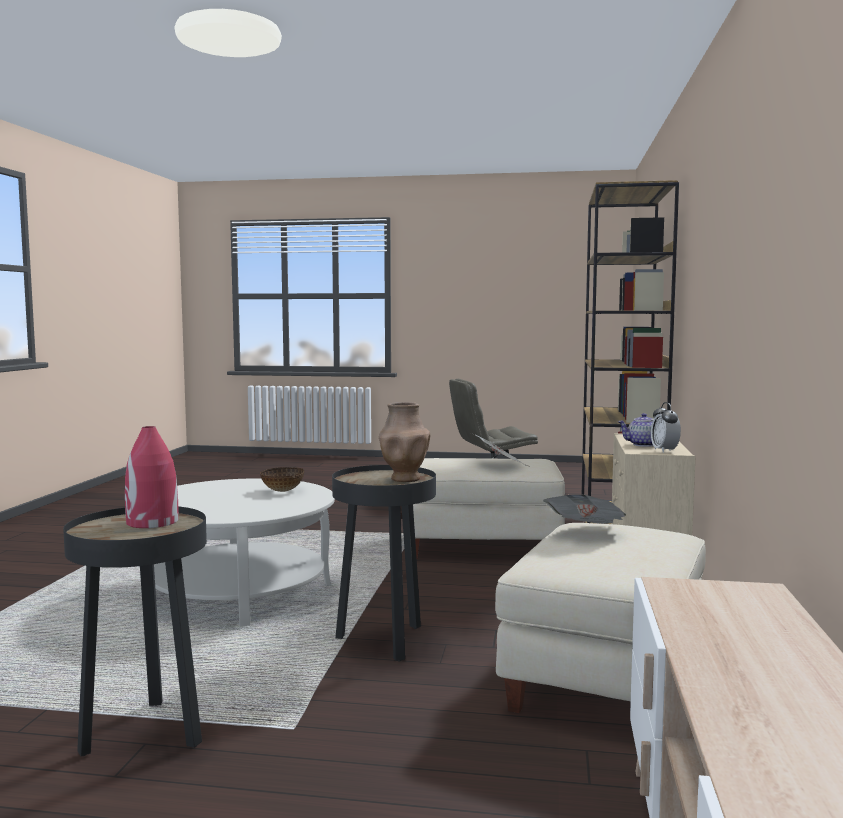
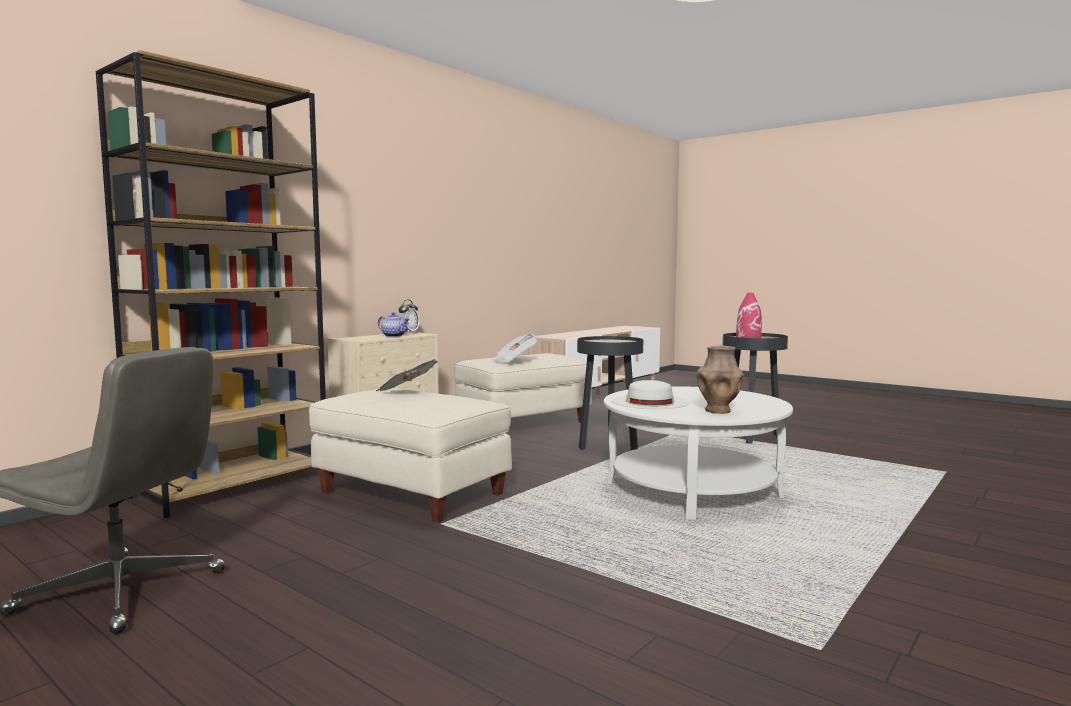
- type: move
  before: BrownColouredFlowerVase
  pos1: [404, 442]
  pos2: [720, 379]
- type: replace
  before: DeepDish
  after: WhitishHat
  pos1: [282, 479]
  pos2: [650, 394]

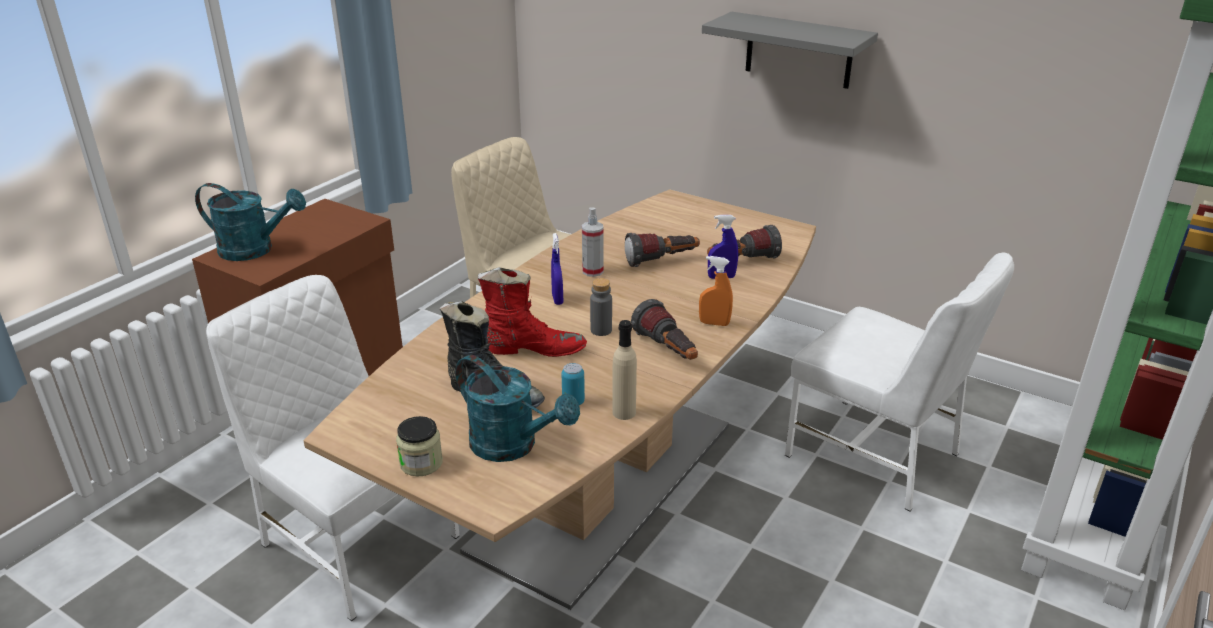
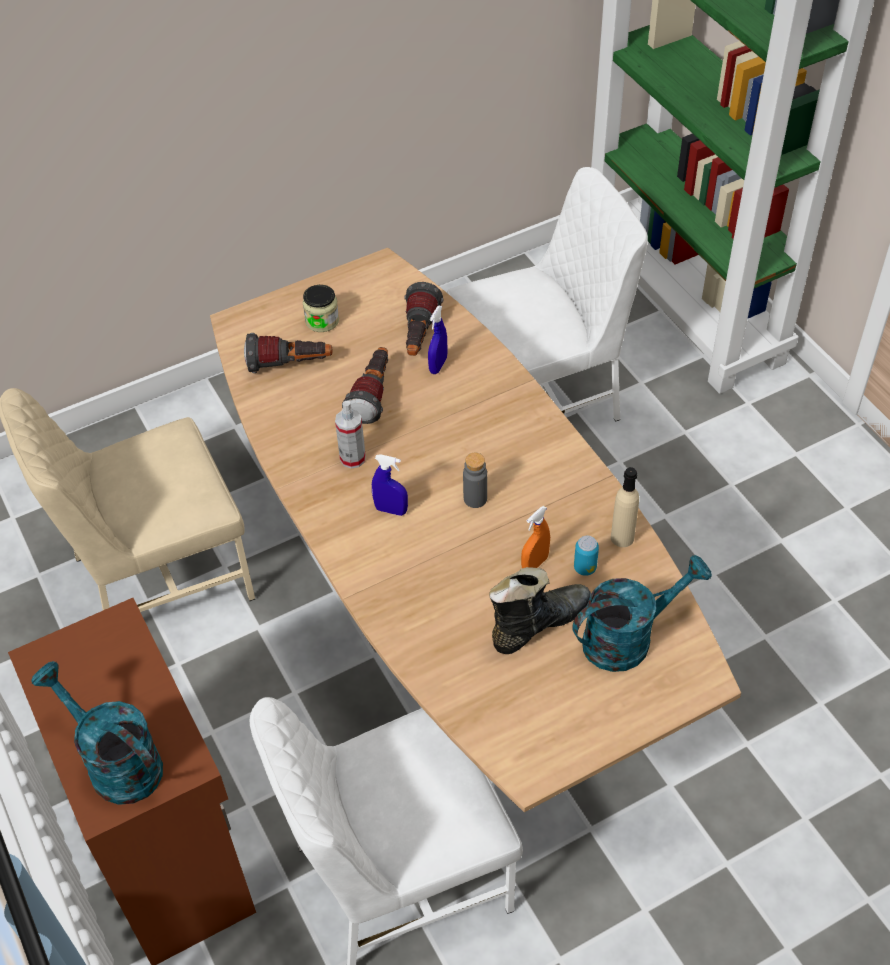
- type: delete
  before: ReddishBoot
  pos1: [532, 312]
- type: delete
  before: GreyBracketShelf
  pos1: [790, 50]
- type: move
  before: Jar
  pos1: [419, 446]
  pos2: [321, 308]
- type: move
  before: Torch
  pos1: [664, 329]
  pos2: [288, 353]
- type: move
  before: OrangeSprayBottle
  pos1: [716, 291]
  pos2: [535, 537]
- type: rotate
  before: BlueGreenSprinklingCan
  pos1: [250, 222]
  pos2: [97, 733]
  turn: -90

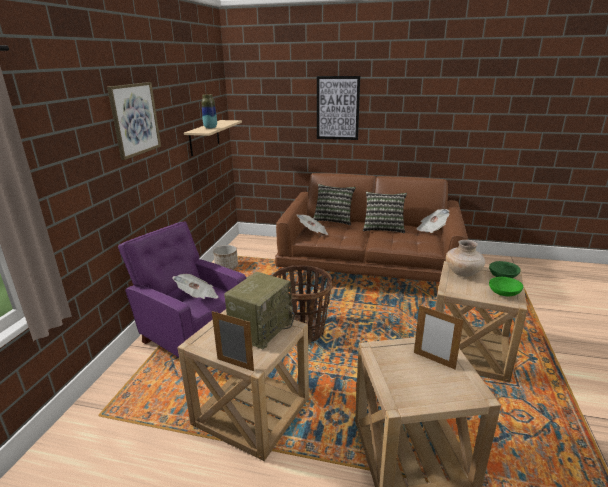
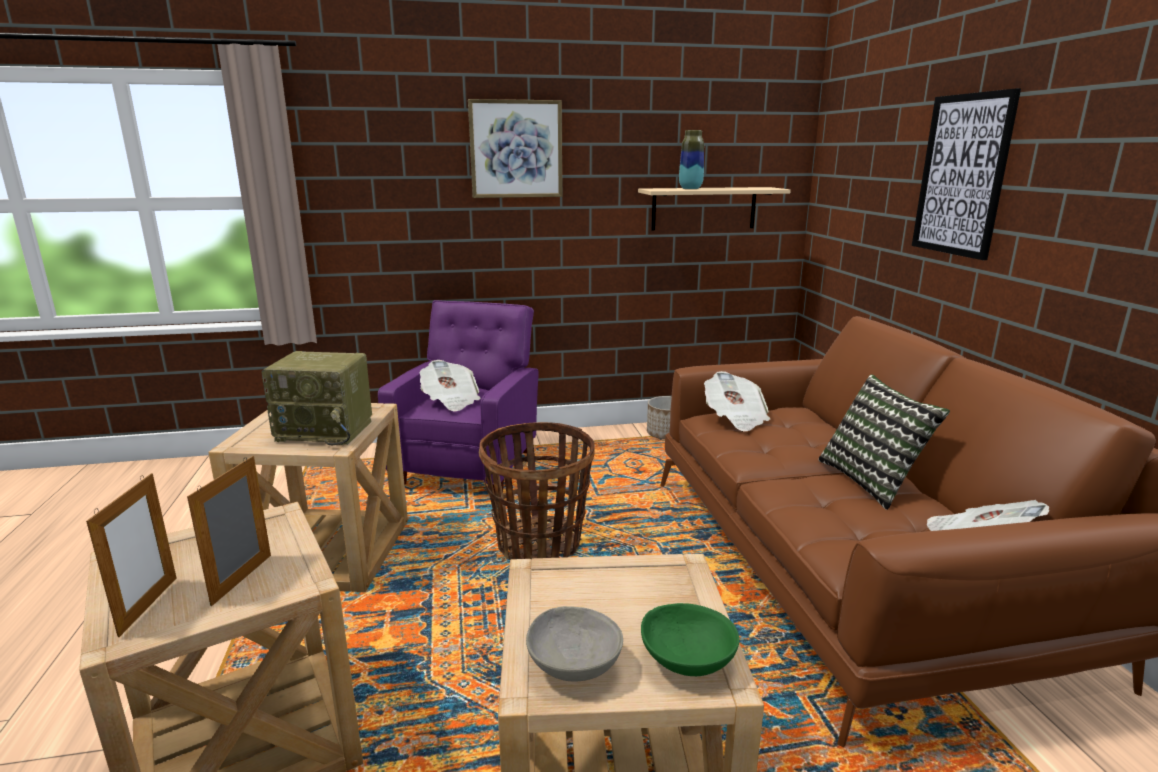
- type: delete
  before: Pillow
  pos1: [334, 204]
- type: delete
  before: BeigeColouredFlowerVase
  pos1: [465, 258]
- type: move
  before: PhotoFrame
  pos1: [233, 341]
  pos2: [131, 555]
- type: recolor
  before: GreenColouredDeepDish
  after: GreyDeepDish
  pos1: [506, 286]
  pos2: [574, 644]

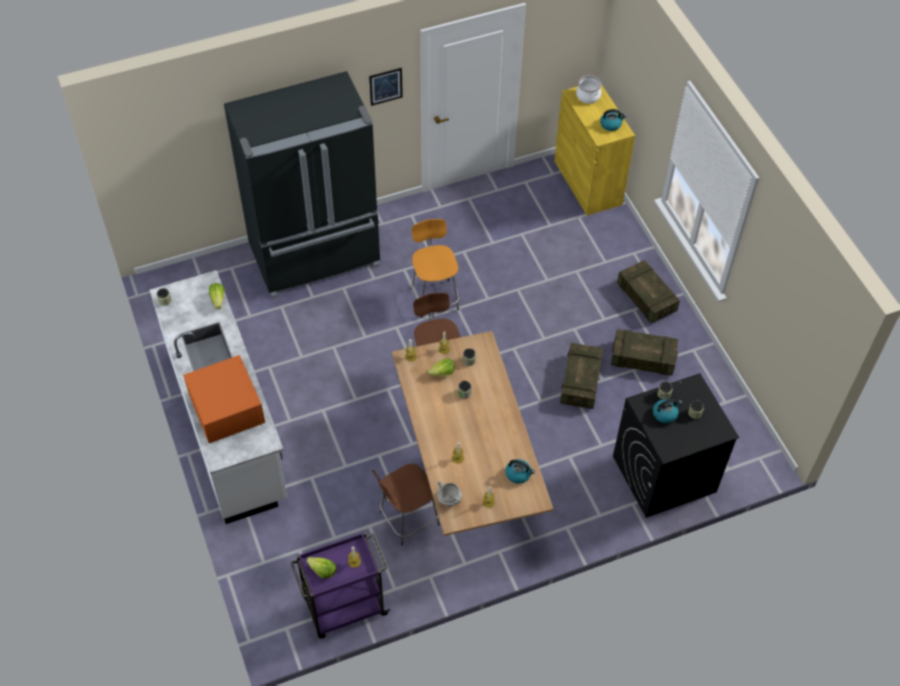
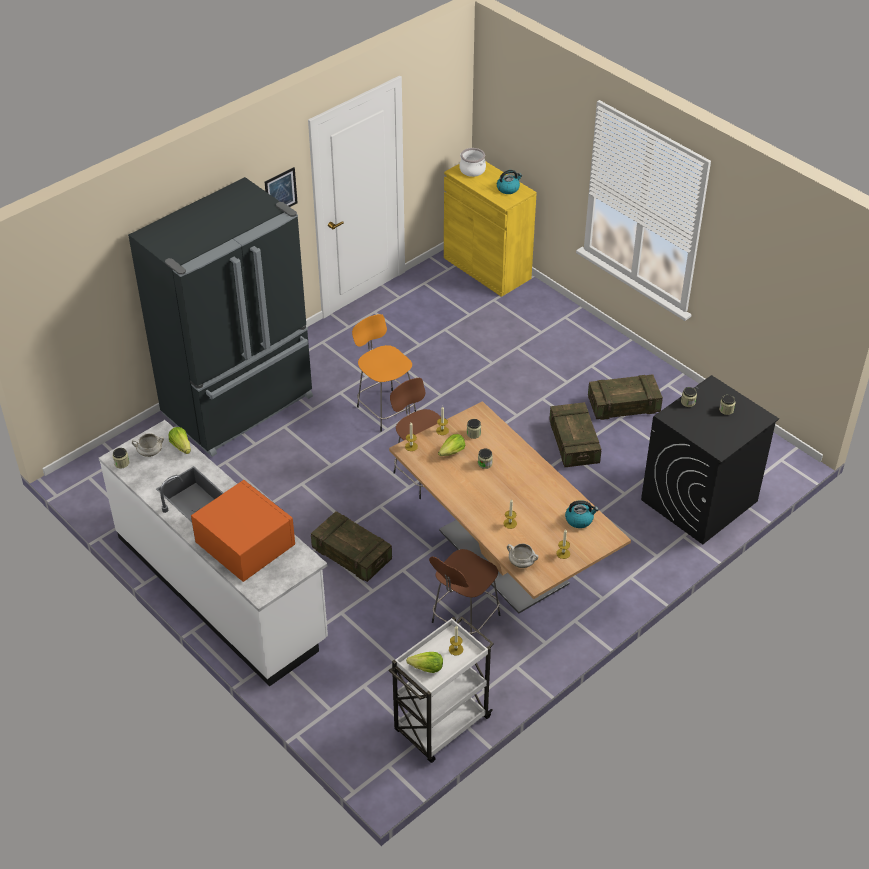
- type: delete
  before: TeaKettle
  pos1: [667, 411]
- type: insert
  after: WhitishCookingPot
  pos2: [148, 445]
- type: move
  before: ShippingCrate
  pos1: [648, 292]
  pos2: [351, 546]
- type: recolor
  before: PurplishTrolley
  after: WhitishTrolley
  pos1: [340, 585]
  pos2: [441, 689]

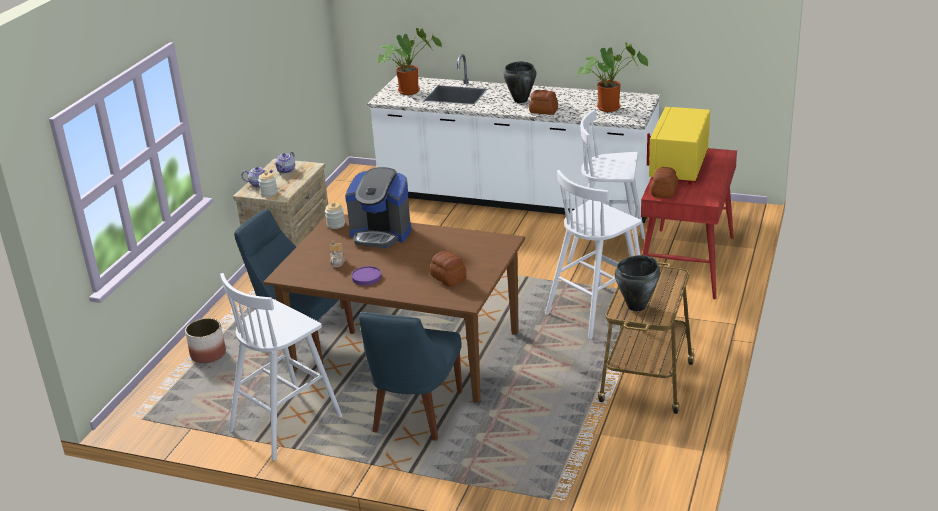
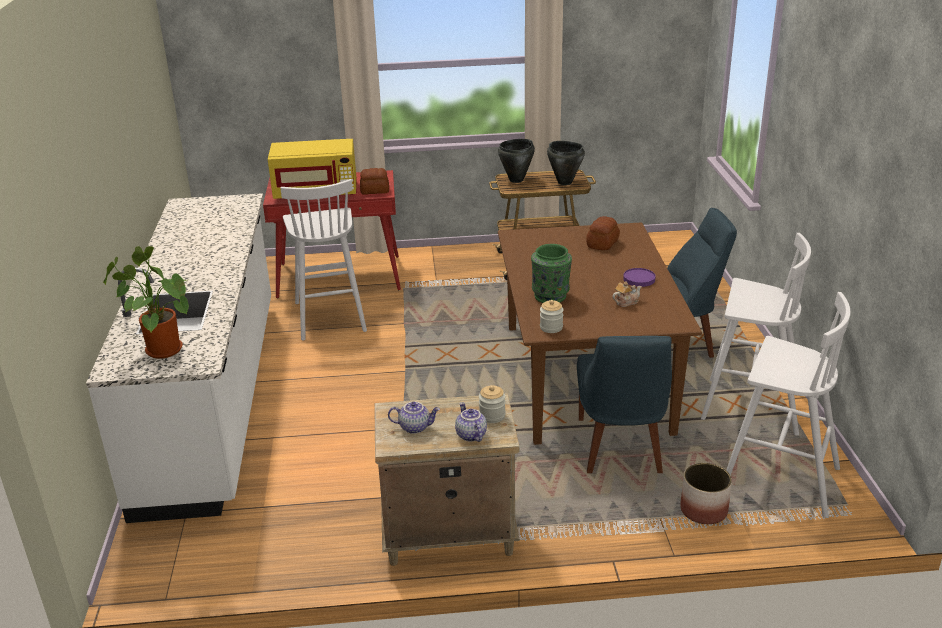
- type: delete
  before: Bread
  pos1: [543, 102]
- type: delete
  before: Houseplant
  pos1: [612, 77]
- type: move
  before: BlackColouredCookingPot
  pos1: [519, 82]
  pos2: [516, 161]
- type: move
  before: WhitishStool
  pos1: [593, 254]
  pos2: [788, 405]
- type: replace
  before: CoffeeBrewer
  after: GreenColouredFlowerVase
  pos1: [378, 207]
  pos2: [551, 273]

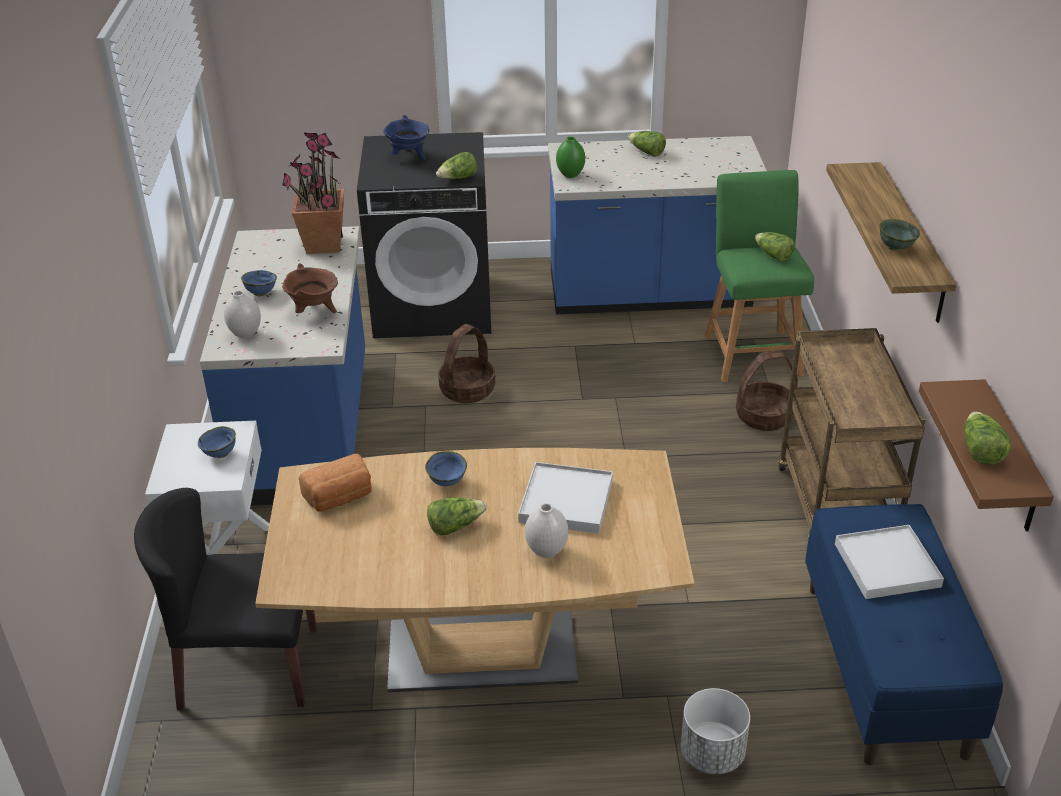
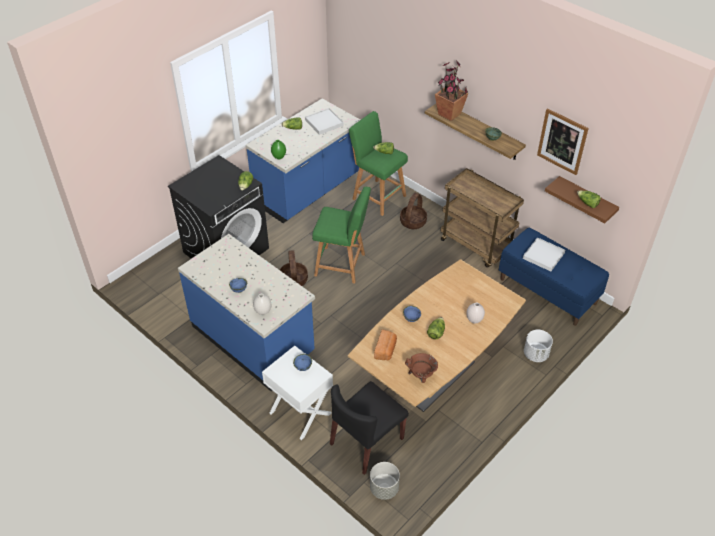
- type: delete
  before: BlueColouredCookingPot
  pos1: [406, 137]
- type: insert
  after: GreenColouredStool
  pos2: [341, 235]
- type: insert
  after: GreyPlanter
  pos2: [385, 481]
- type: insert
  after: WallPicture
  pos2: [563, 141]
- type: move
  before: Houseplant
  pos1: [313, 193]
  pos2: [451, 90]
- type: move
  before: BrownColouredCookingPot
  pos1: [310, 288]
  pos2: [421, 368]
- type: move
  before: WhitishTray
  pos1: [565, 498]
  pos2: [324, 121]

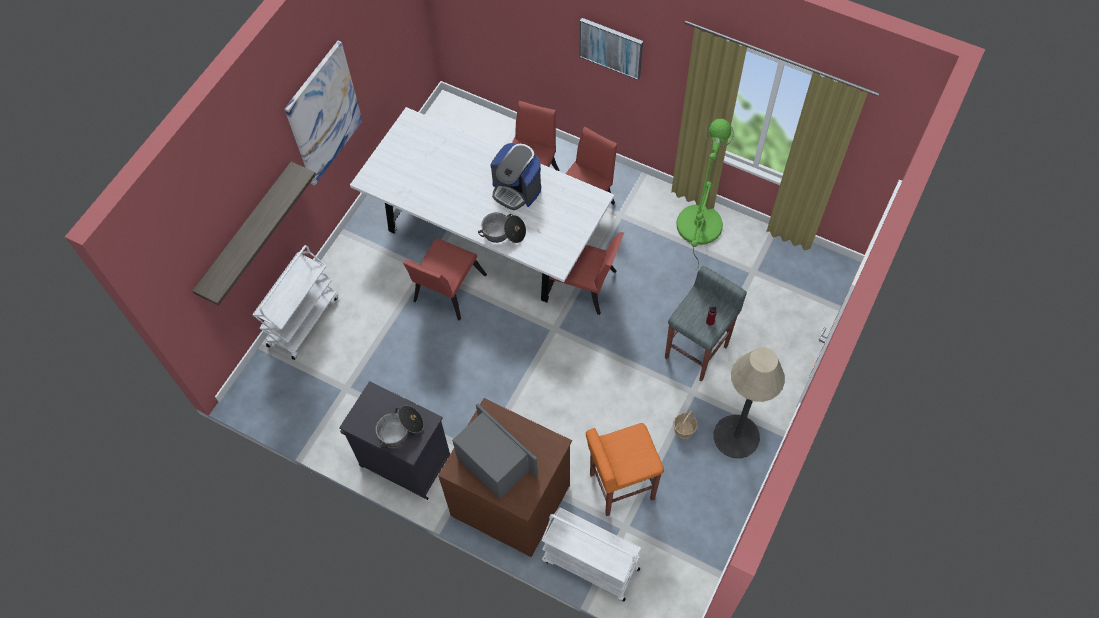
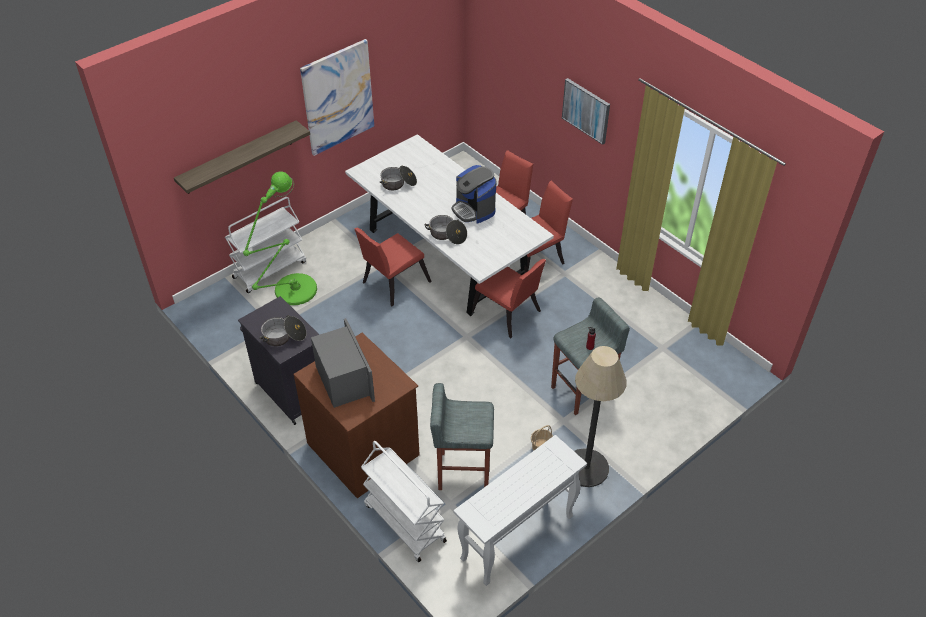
- type: insert
  after: CookingPot
  pos2: [398, 178]
- type: insert
  after: WhitishConsoleTable
  pos2: [520, 510]
- type: move
  before: GreenColouredStandingLamp
  pos1: [705, 194]
  pos2: [280, 238]
- type: recolor
  before: OrangeStool
  after: GreyStool
  pos1: [625, 469]
  pos2: [462, 436]

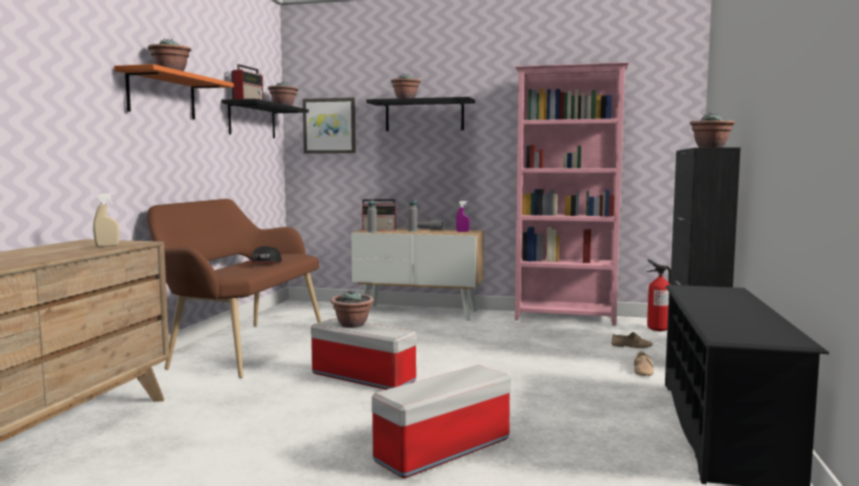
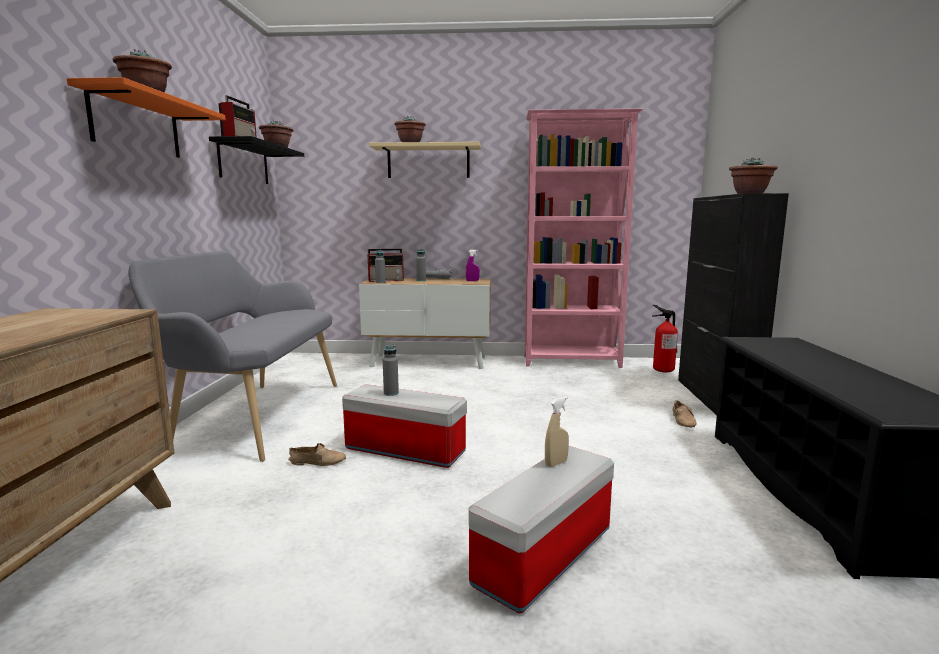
- type: delete
  before: Cap
  pos1: [265, 254]
- type: delete
  before: WallPicture
  pos1: [329, 126]
- type: move
  before: BeigeColouredSprayBottle
  pos1: [106, 220]
  pos2: [557, 432]
- type: move
  before: BeigeColouredLowShoe
  pos1: [632, 340]
  pos2: [317, 454]
- type: replace
  before: Houseplant
  after: GreyBeverageBottle
  pos1: [352, 309]
  pos2: [391, 370]
- type: recolor
  before: BrownColouredIndoorBench
  after: GreyIndoorBench
  pos1: [234, 288]
  pos2: [233, 356]
- type: recolor
  before: BlackColouredBracketShelf
  after: BeigeColouredBracketShelf
  pos1: [420, 114]
  pos2: [425, 160]

